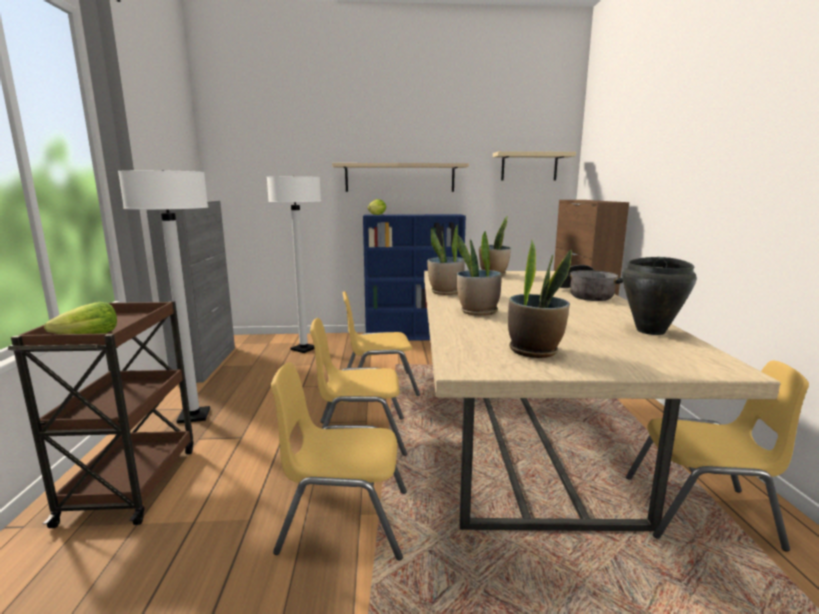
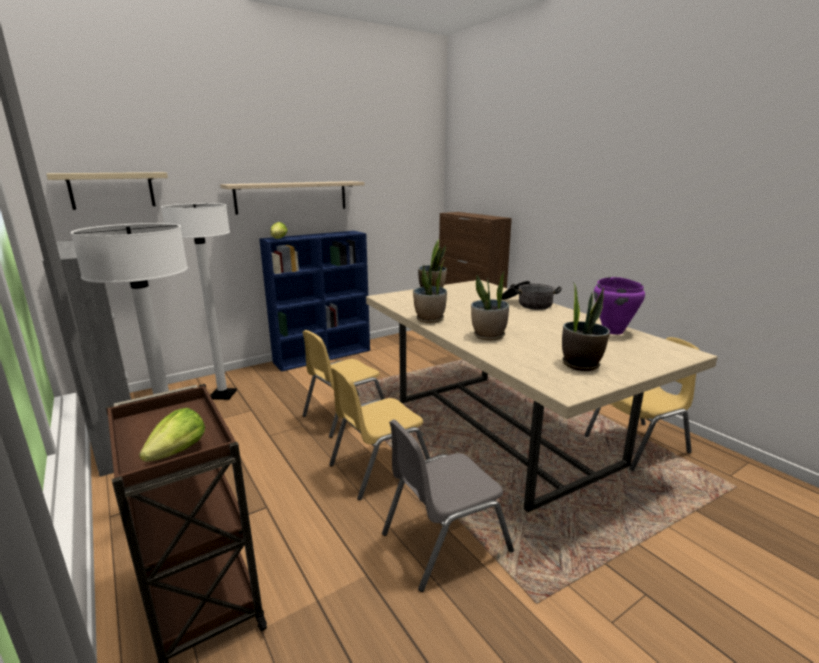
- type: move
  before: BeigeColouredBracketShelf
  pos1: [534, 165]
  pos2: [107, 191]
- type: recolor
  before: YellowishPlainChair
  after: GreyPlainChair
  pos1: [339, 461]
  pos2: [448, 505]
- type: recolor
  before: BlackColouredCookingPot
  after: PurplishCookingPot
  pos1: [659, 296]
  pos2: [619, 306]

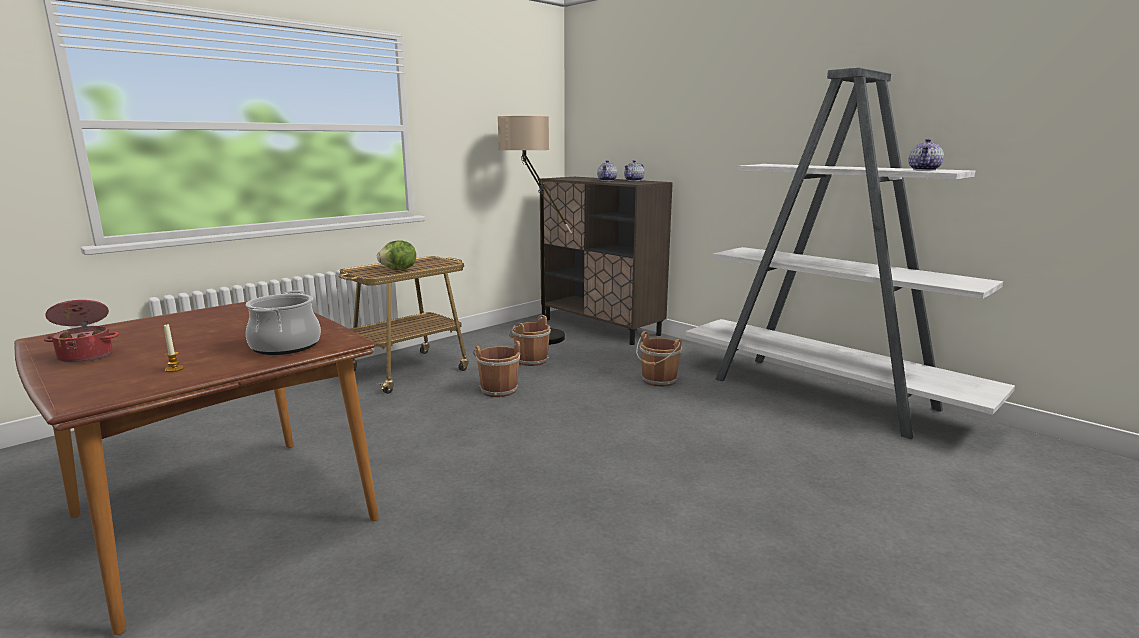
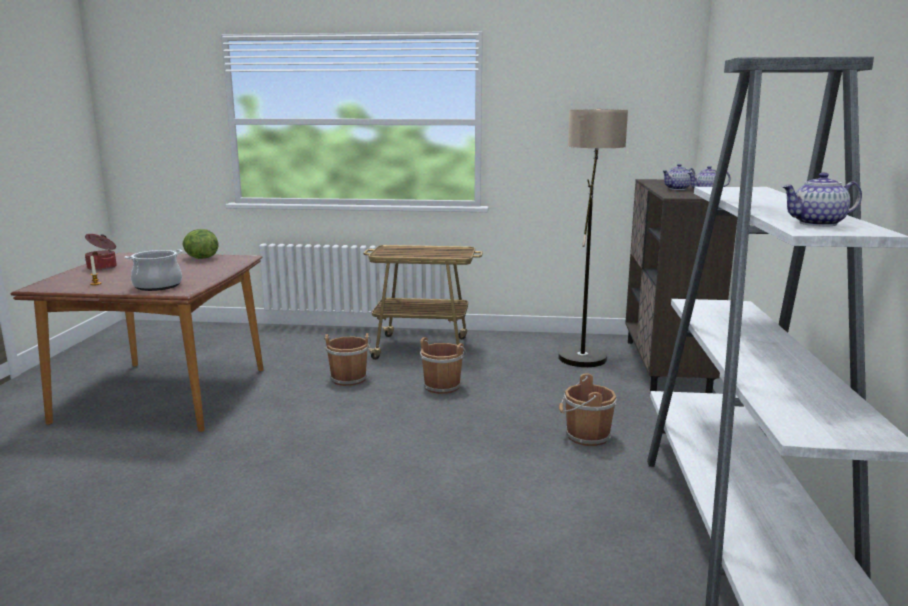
- type: move
  before: LettuceHead
  pos1: [396, 255]
  pos2: [200, 244]
- type: move
  before: BrownColouredPail
  pos1: [530, 340]
  pos2: [347, 359]

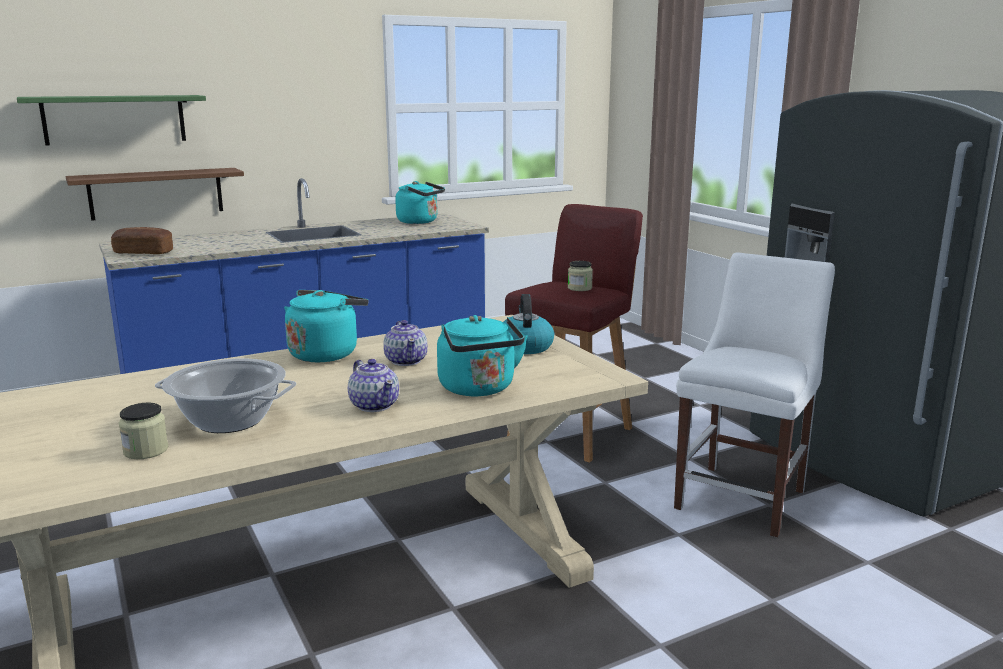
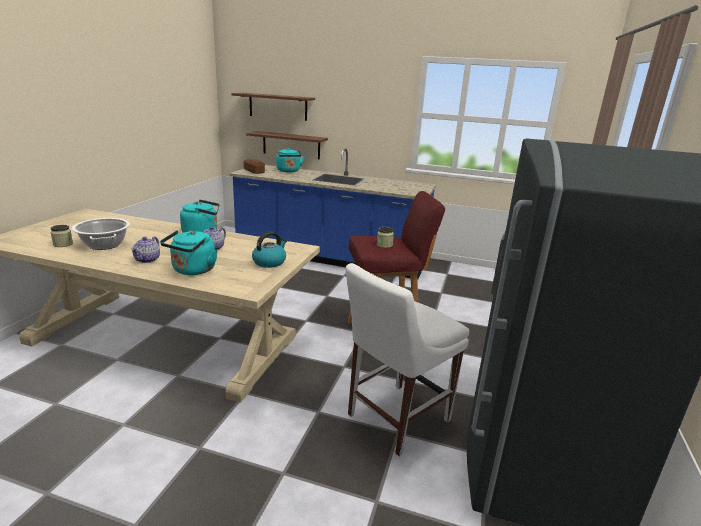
- type: move
  before: BlueGreenTeaKettle
  pos1: [420, 202]
  pos2: [290, 160]
- type: recolor
  before: GreenColouredBracketShelf
  after: BrownColouredBracketShelf
  pos1: [111, 120]
  pos2: [273, 107]
- type: rotate
  before: WhitishPlainChair
  pos1: [754, 394]
  pos2: [407, 359]
  turn: 150

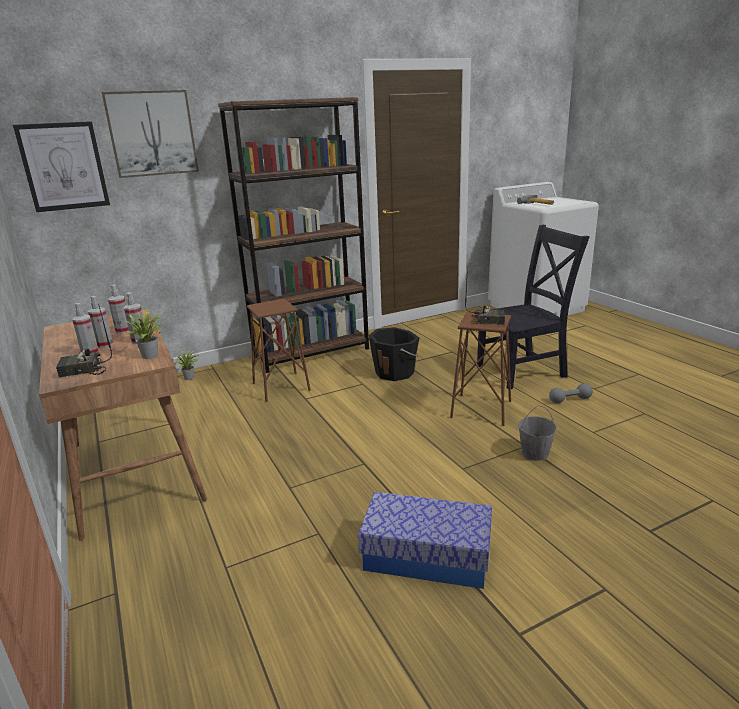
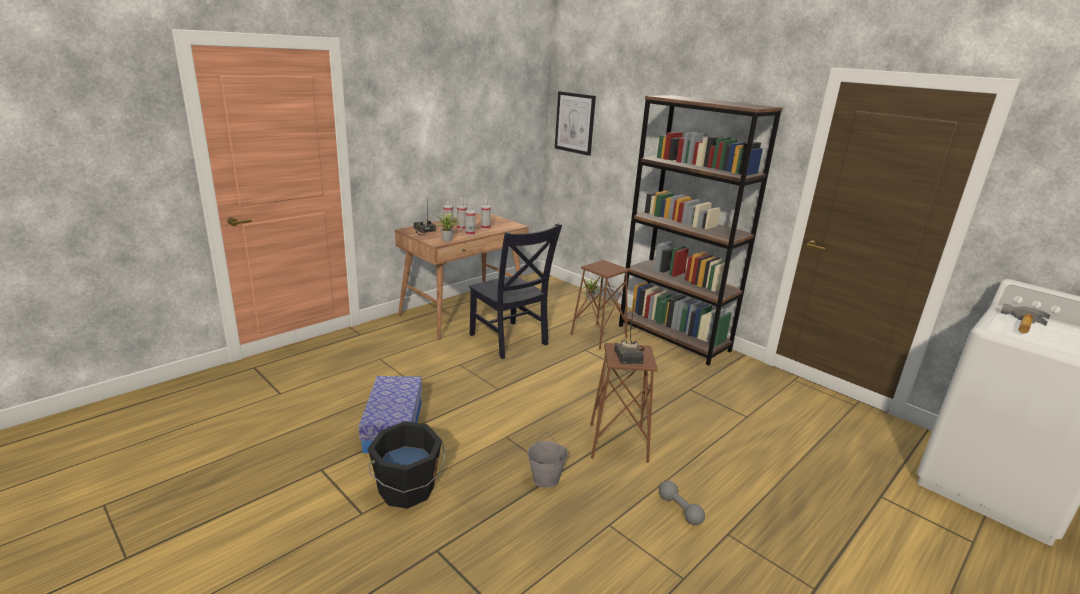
- type: delete
  before: WallPicture
  pos1: [150, 134]
- type: move
  before: BlackColouredPail
  pos1: [394, 354]
  pos2: [406, 465]
- type: move
  before: BlackColouredPlainChair
  pos1: [533, 307]
  pos2: [515, 291]

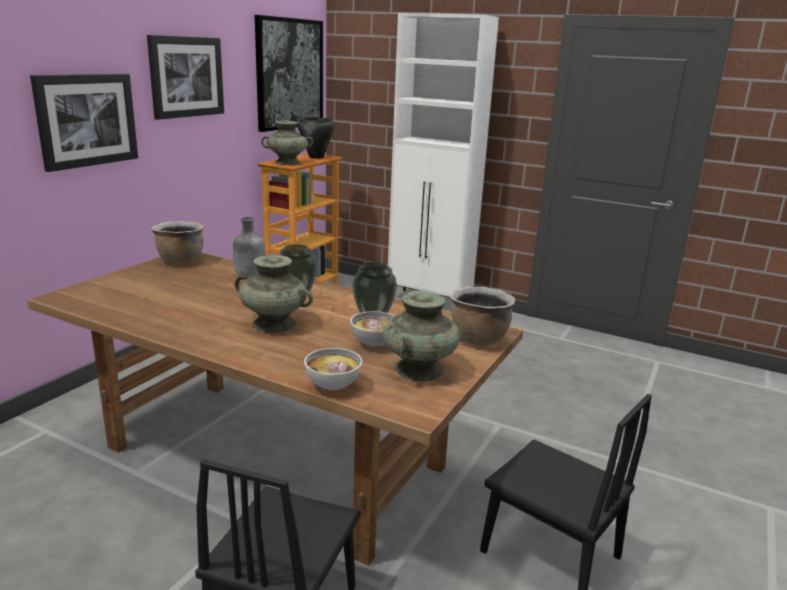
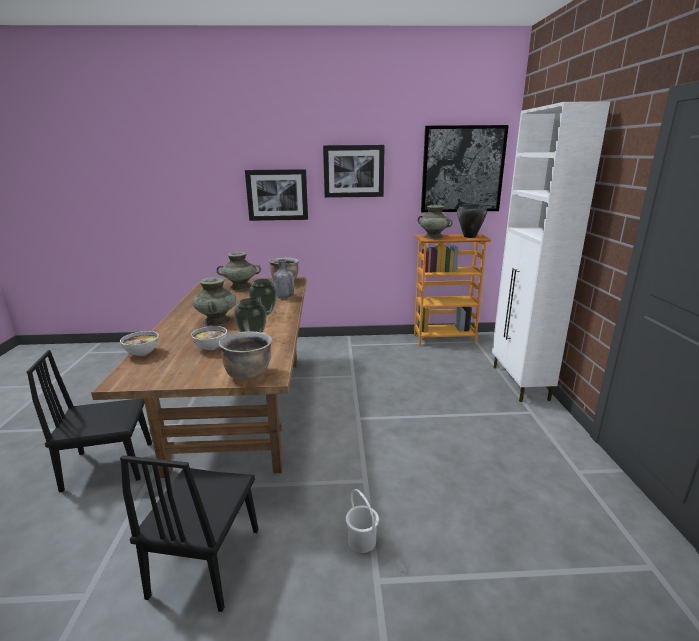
- type: insert
  after: WhitishPail
  pos2: [362, 521]
- type: move
  before: BlueGreenFlowerVase
  pos1: [421, 336]
  pos2: [238, 271]

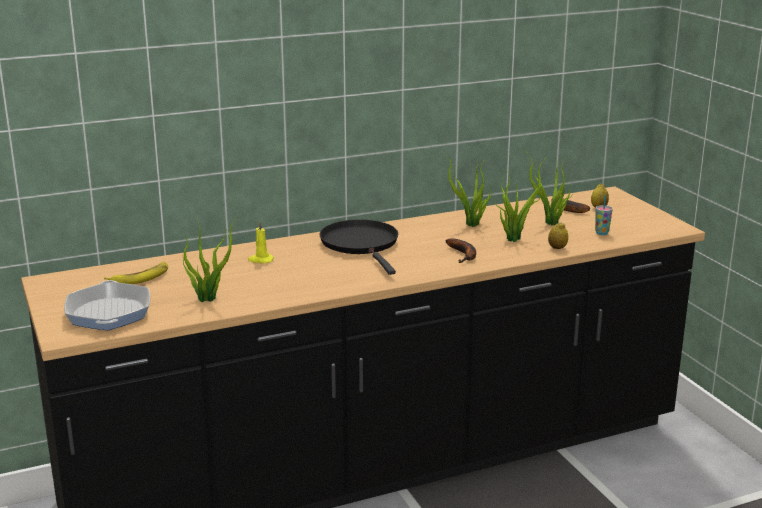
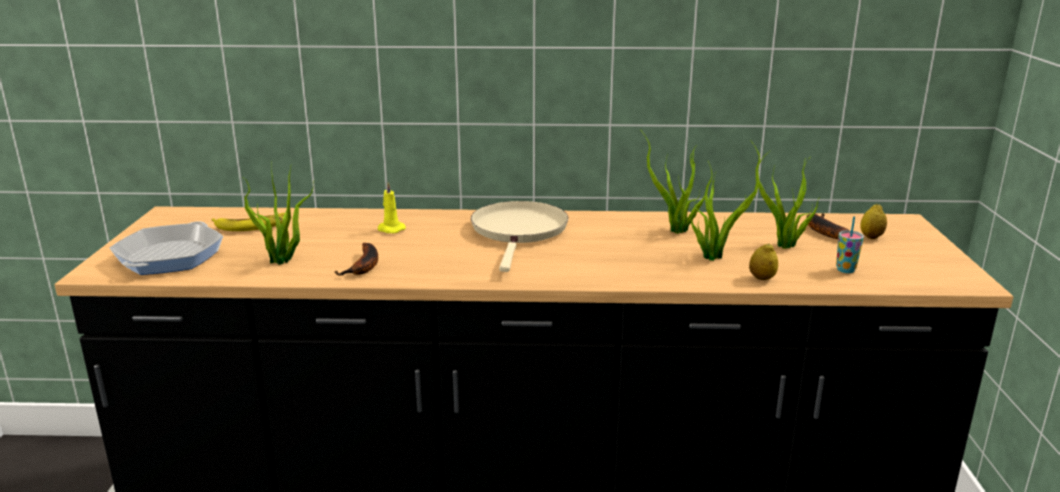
- type: move
  before: Banana
  pos1: [460, 250]
  pos2: [356, 259]
- type: recolor
  before: BlackColouredSkillet
  after: BeigeColouredSkillet
  pos1: [359, 247]
  pos2: [519, 236]

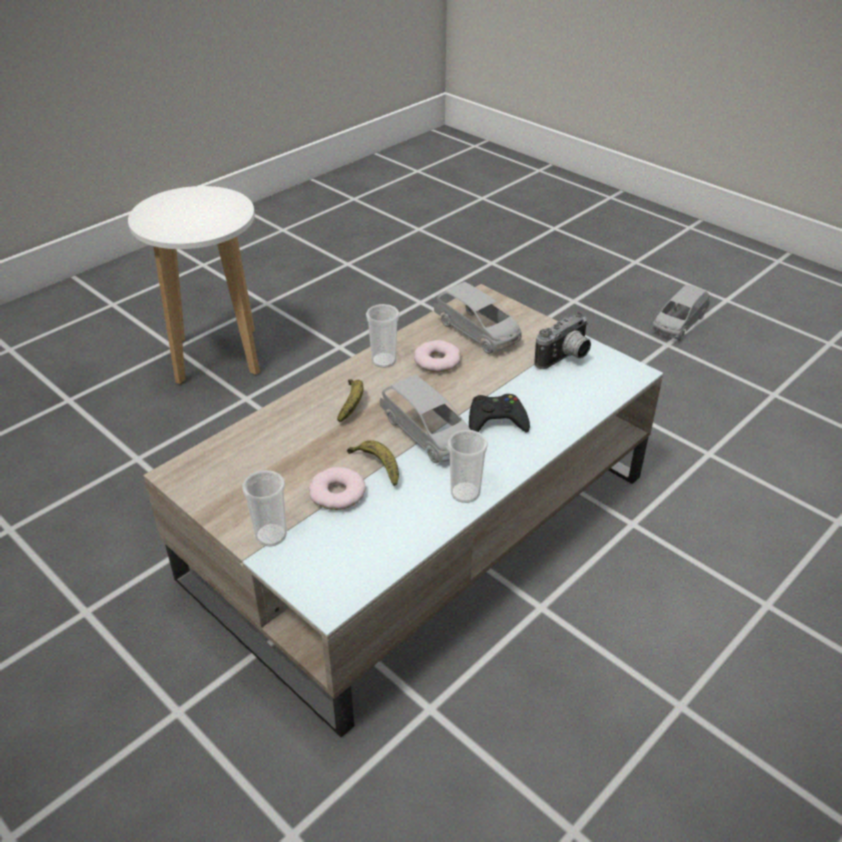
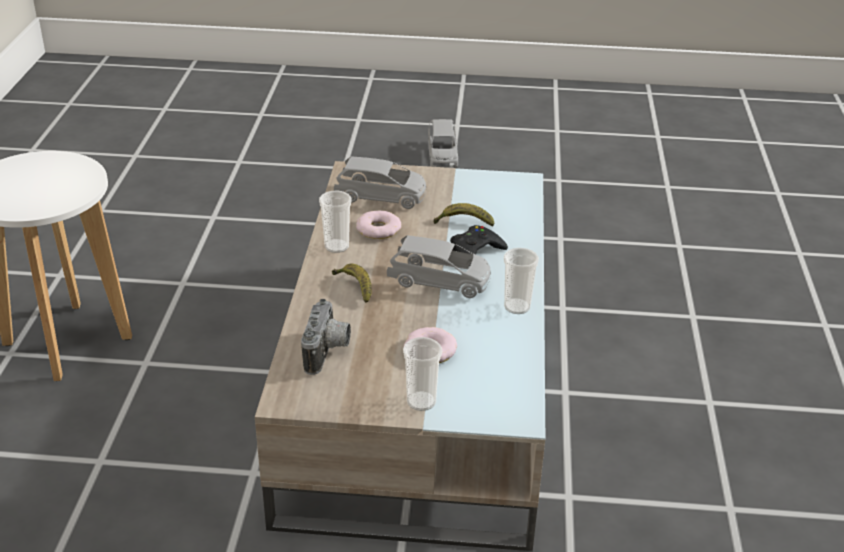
- type: move
  before: Banana
  pos1: [373, 463]
  pos2: [464, 214]
- type: move
  before: StillCamera
  pos1: [562, 340]
  pos2: [326, 337]

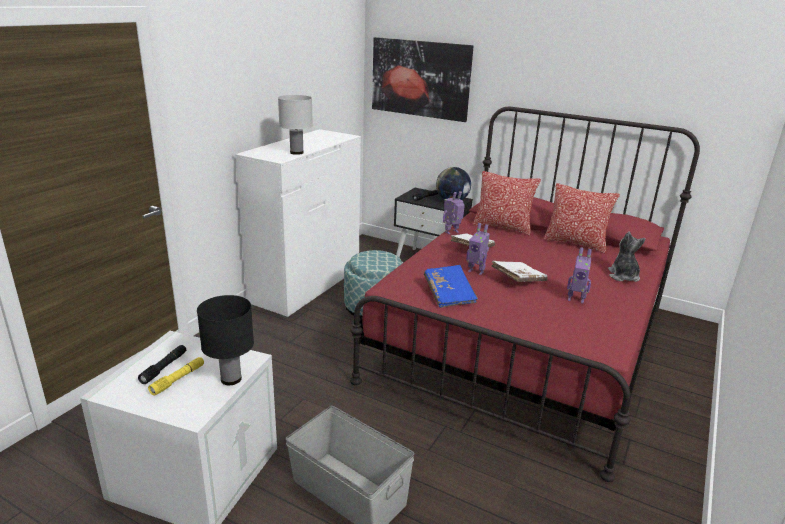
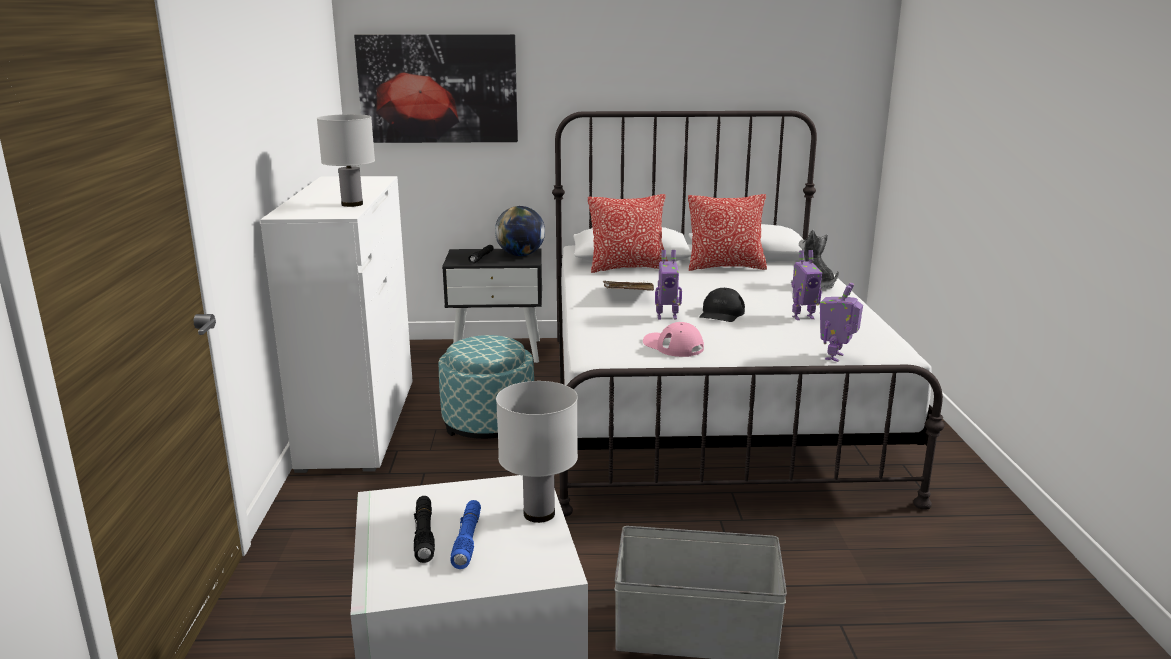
- type: move
  before: ToyRobot
  pos1: [454, 212]
  pos2: [841, 322]
- type: replace
  before: BlueColouredBoundBook
  after: PinkColouredCap
  pos1: [451, 286]
  pos2: [673, 339]
- type: replace
  before: WhitishBoundBook
  after: BlackColouredCap
  pos1: [519, 271]
  pos2: [722, 305]
- type: recolor
  before: YellowishTorch
  after: BlueColouredTorch
  pos1: [176, 376]
  pos2: [465, 534]
- type: recolor
  before: BlackColouredLampForATable
  after: WhitishLampForATable
  pos1: [225, 340]
  pos2: [537, 452]
- type: recolor
  before: ReddishBed
  after: WhitishBed
  pos1: [525, 294]
  pos2: [748, 314]

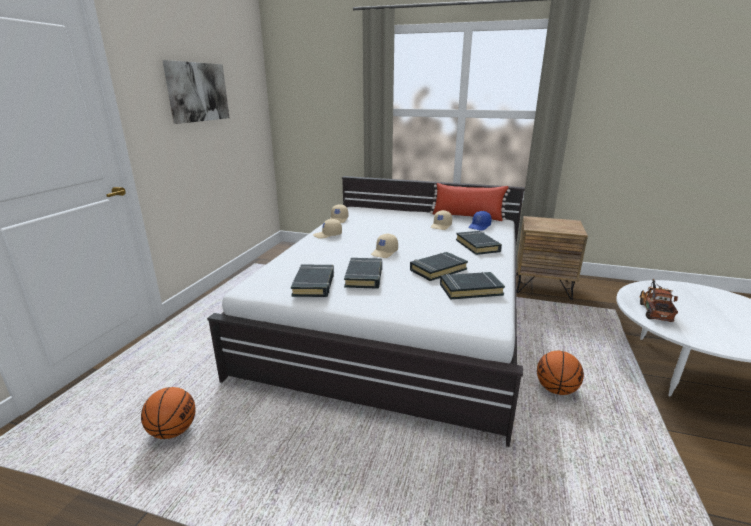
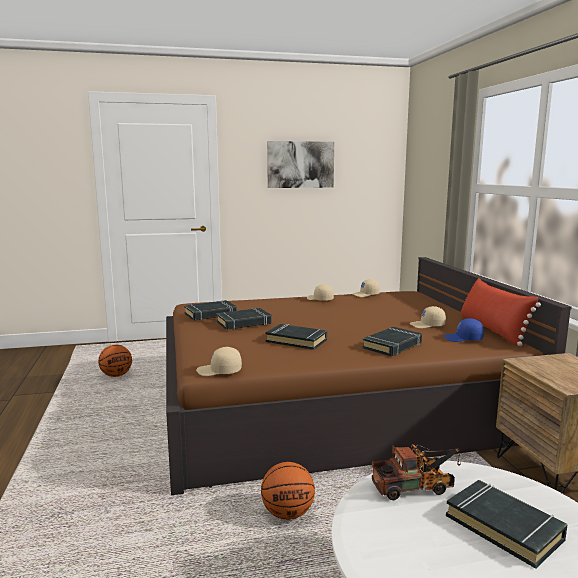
- type: move
  before: BeigeColouredCap
  pos1: [384, 246]
  pos2: [219, 361]
- type: move
  before: BlackColouredBoundBook
  pos1: [472, 286]
  pos2: [507, 524]
- type: recolor
  before: WhitishBed
  after: BrownColouredBed
  pos1: [366, 311]
  pos2: [369, 376]

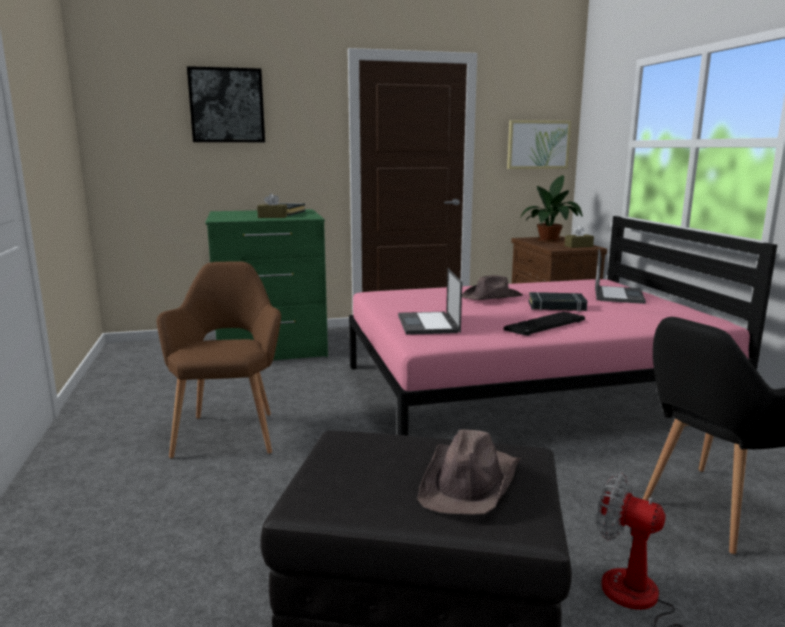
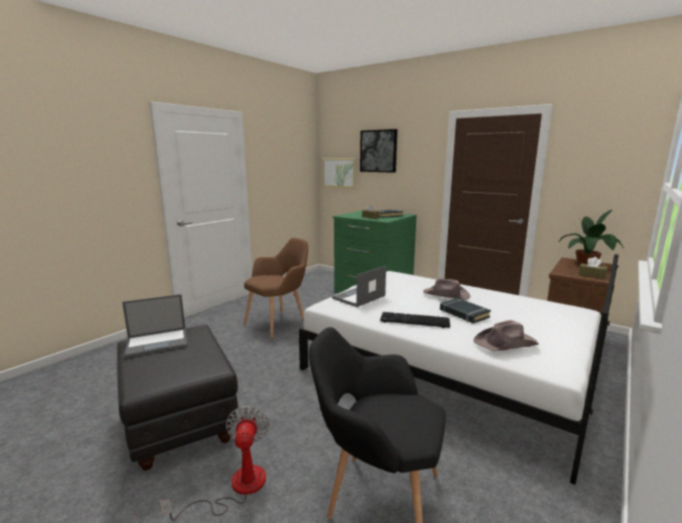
- type: move
  before: BrownColouredHat
  pos1: [469, 471]
  pos2: [506, 335]
- type: move
  before: WallPicture
  pos1: [539, 144]
  pos2: [339, 173]
- type: move
  before: Laptop
  pos1: [620, 276]
  pos2: [155, 326]
- type: recolor
  before: PinkColouredBed
  after: WhitishBed
  pos1: [563, 326]
  pos2: [459, 369]

